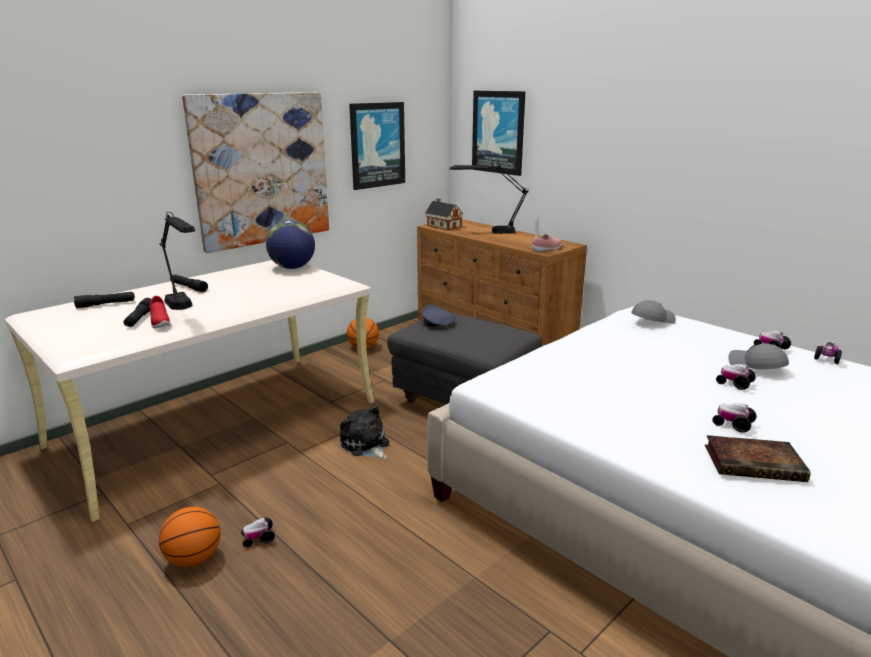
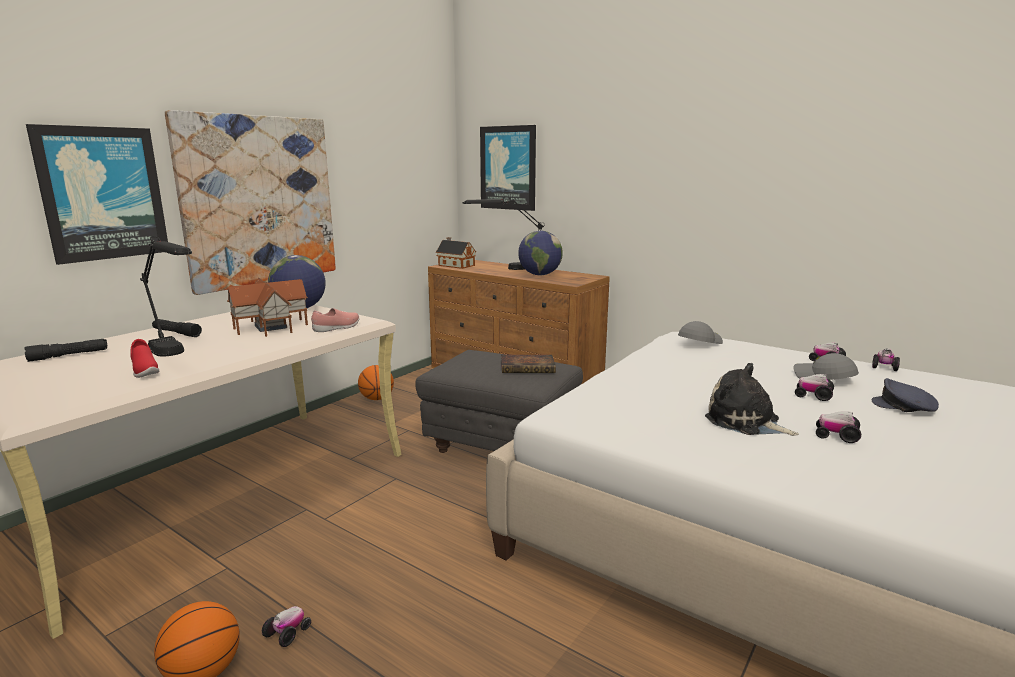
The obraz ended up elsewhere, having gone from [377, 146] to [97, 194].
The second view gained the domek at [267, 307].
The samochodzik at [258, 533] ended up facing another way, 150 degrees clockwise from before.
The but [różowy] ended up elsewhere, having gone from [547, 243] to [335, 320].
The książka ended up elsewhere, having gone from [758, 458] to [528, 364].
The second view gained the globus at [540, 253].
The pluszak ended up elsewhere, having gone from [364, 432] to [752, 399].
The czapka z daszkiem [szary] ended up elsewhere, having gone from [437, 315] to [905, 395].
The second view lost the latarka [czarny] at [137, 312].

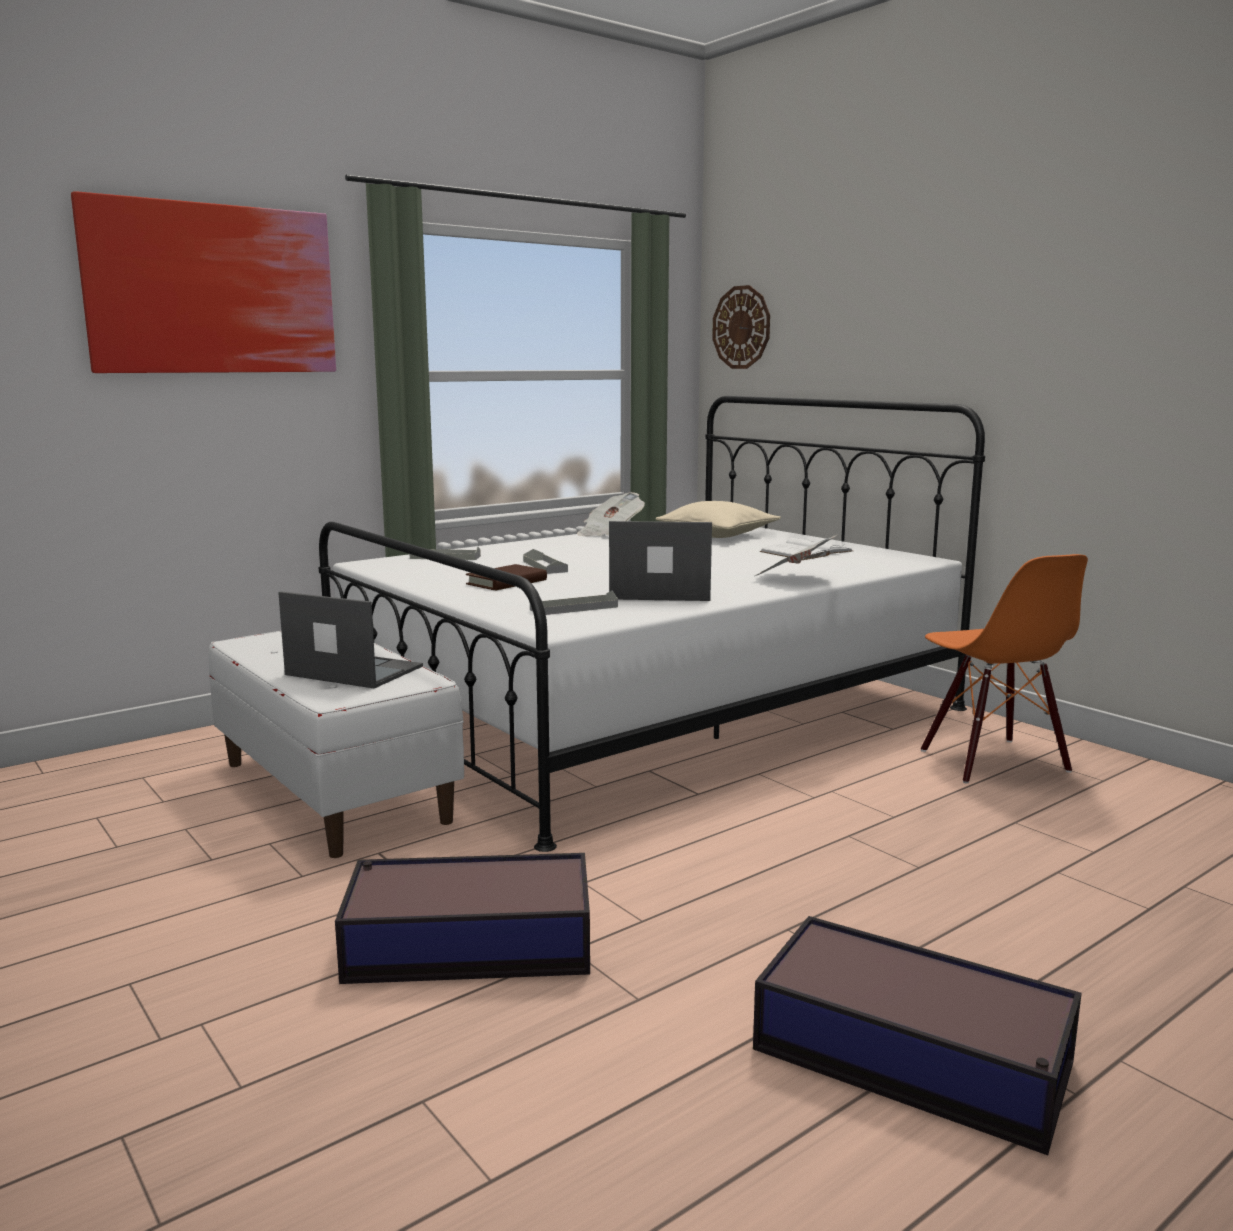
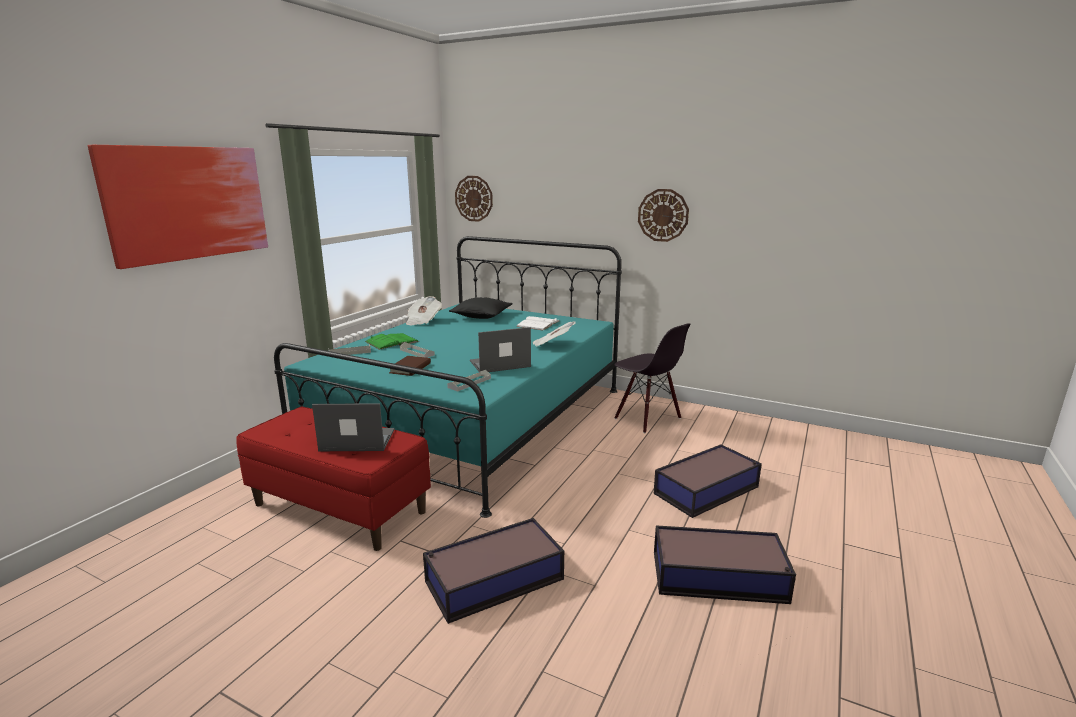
What was the ławka [biały] at [336, 744] turned into the ławka [czerwony] at [333, 479].
What was the łóżko [biały] at [652, 624] turned into the łóżko [turkusowy] at [448, 377].
The second view gained the książka [zielony] at [392, 341].
What was the poduszka [beżowy] at [718, 519] turned into the poduszka [czarny] at [481, 308].
What was the krzesło [pomarańczowy] at [1004, 669] turned into the krzesło [czarny] at [652, 378].
The second view gained the zegar ścienny at [663, 215].
The second view gained the pojemnik do przechowywania at [708, 481].

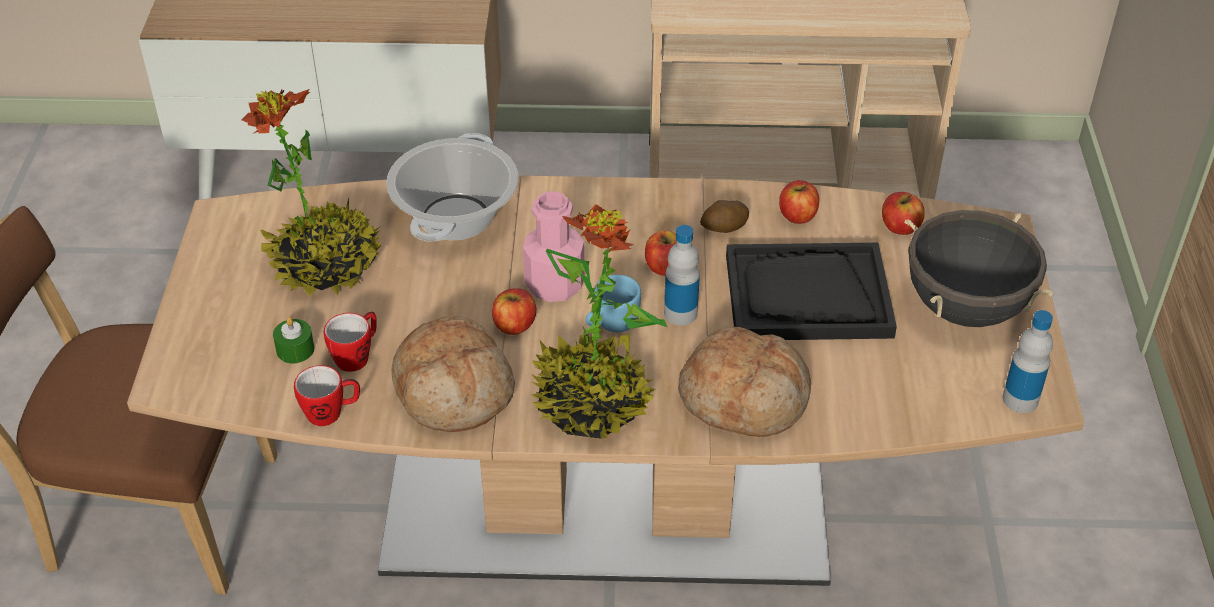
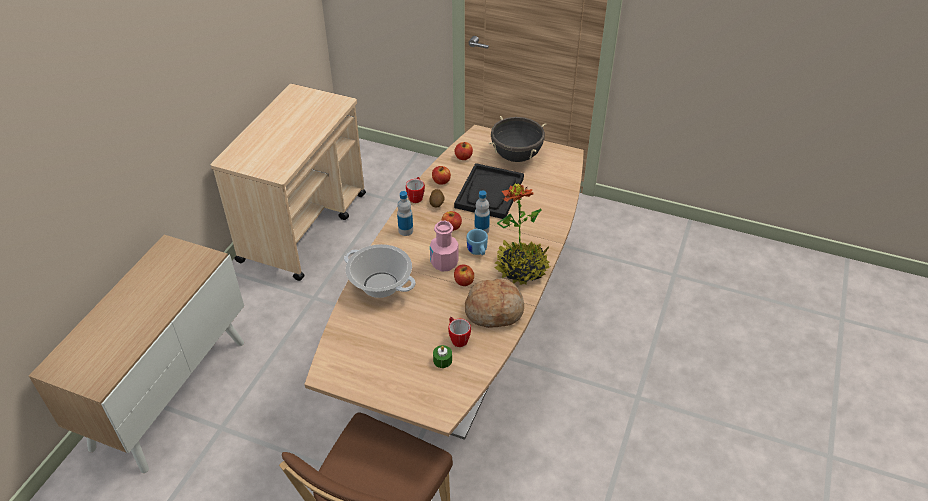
The butelka ended up elsewhere, having gone from [1027, 361] to [405, 213].
The kubek ended up elsewhere, having gone from [327, 395] to [415, 190].
The second view lost the roślina doniczkowa at [312, 192].
The second view lost the chleb at [744, 382].

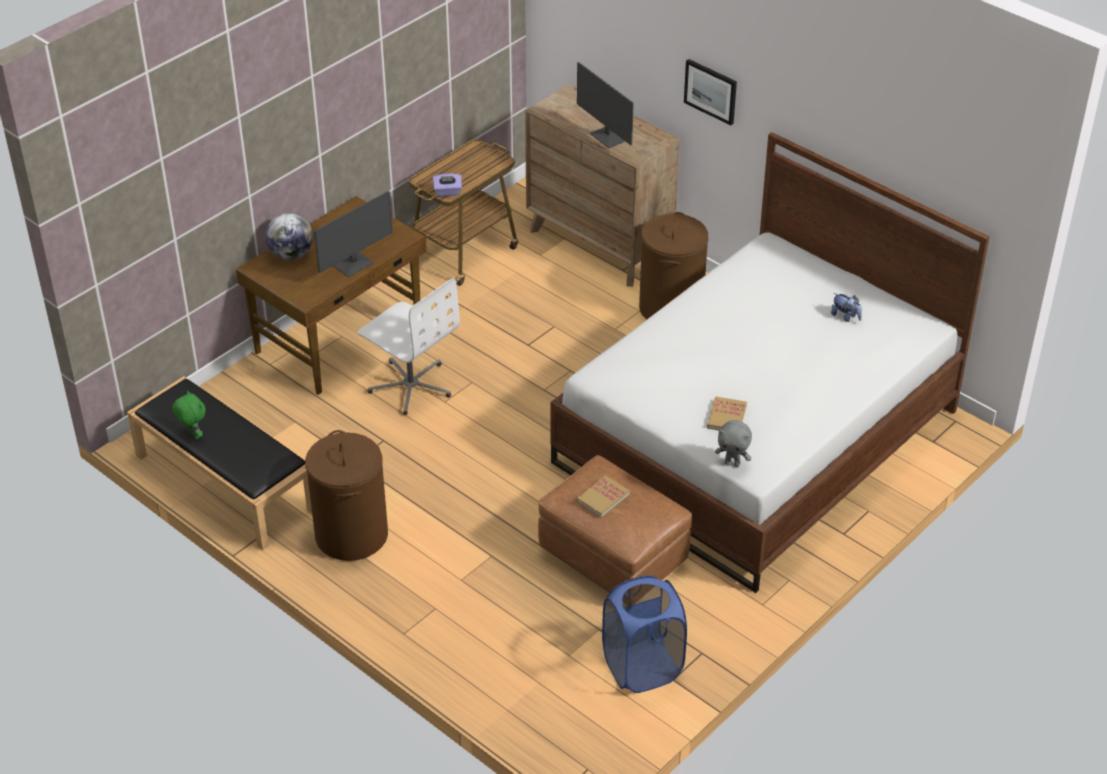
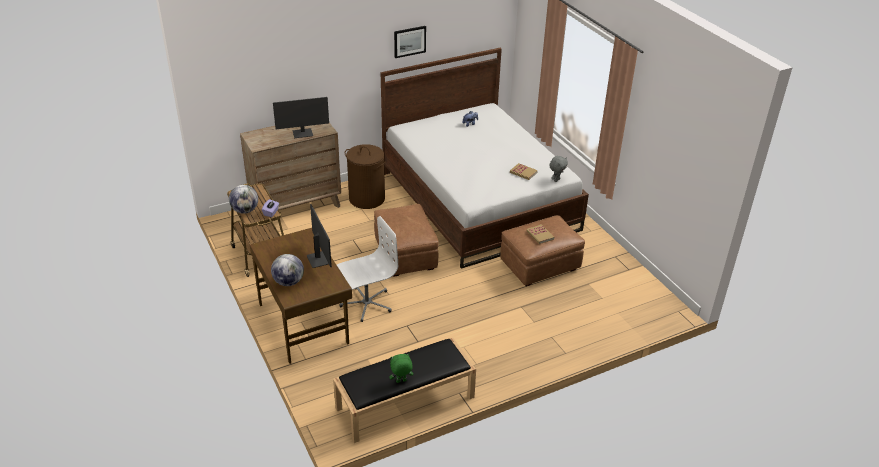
The second view gained the globus at [243, 199].
The second view gained the pufa [brązowy] at [406, 240].
The obraz ended up elsewhere, having gone from [710, 92] to [410, 42].
The second view lost the kosz na pranie [brązowy] at [346, 495].
The second view lost the kosz na pranie [niebieski] at [644, 634].

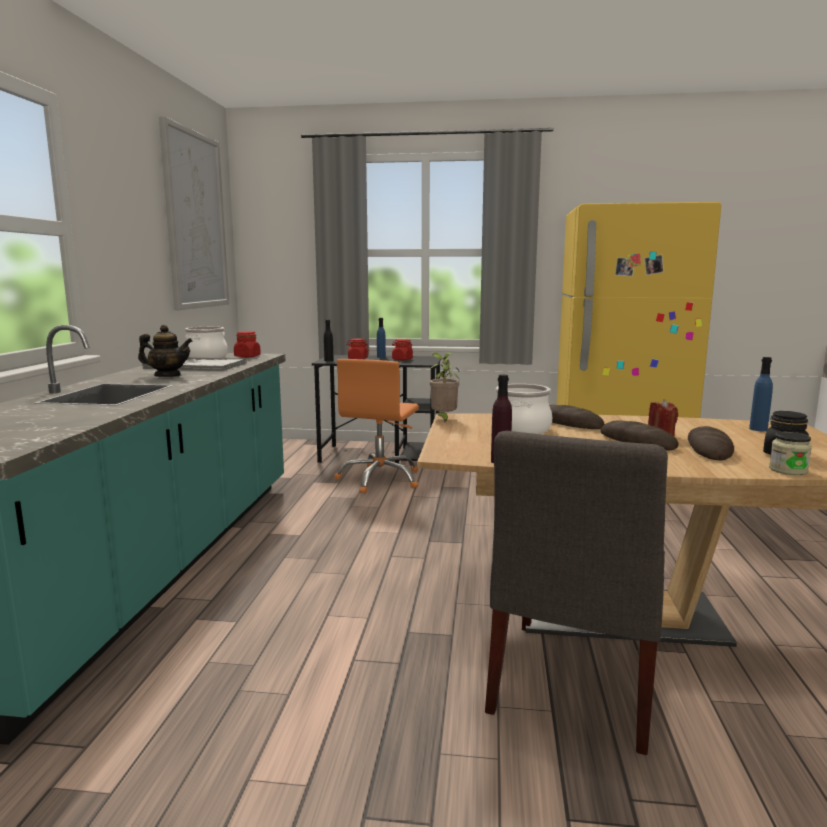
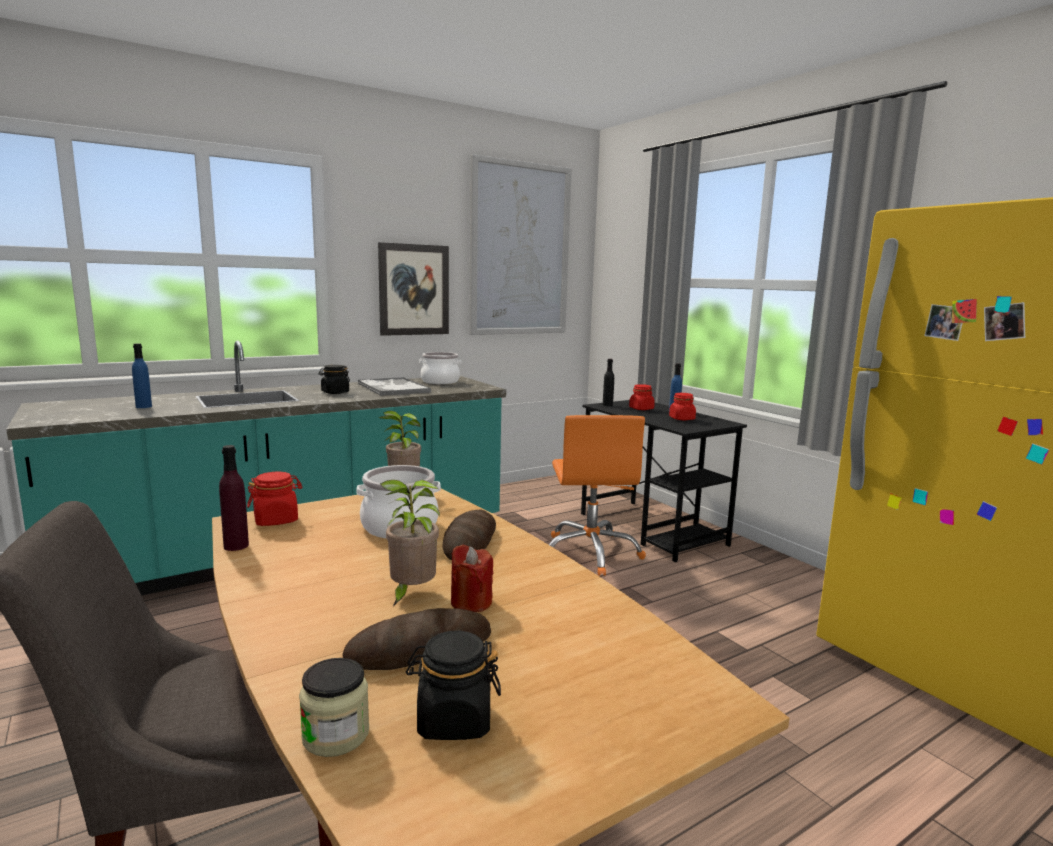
The butelka [niebieski] ended up elsewhere, having gone from [761, 394] to [142, 375].
The słoik [czerwony] ended up elsewhere, having gone from [247, 344] to [275, 499].
Where the imbryk stood at [165, 351], the słoik [czarny] came to stand at [334, 379].
The second view gained the obraz at [413, 289].
Where the chleb stood at [639, 435], the roślina doniczkowa came to stand at [410, 544].
The krzesło biurowe [pomarańczowy] at [376, 426] ended up facing another way, 75 degrees counterclockwise from before.

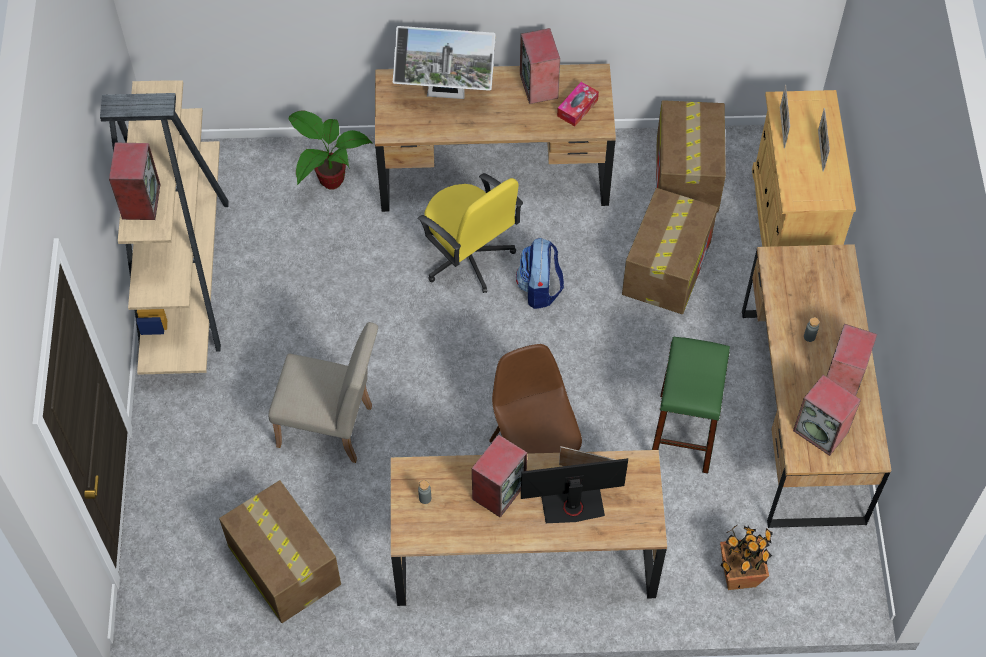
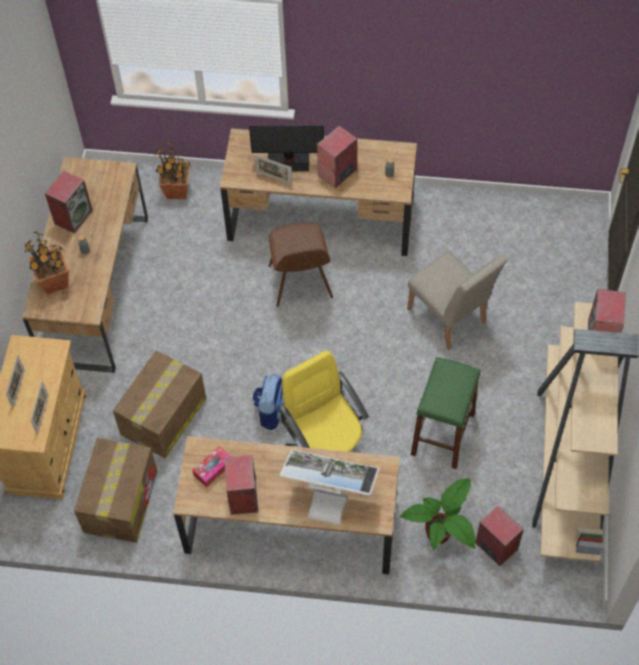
The second view gained the roślina doniczkowa at [47, 263].
The krzesło [beżowy] at [323, 392] ended up facing another way, 150 degrees counterclockwise from before.
The stołek [zielony] ended up elsewhere, having gone from [691, 405] to [445, 413].
The głośnik ended up elsewhere, having gone from [827, 415] to [499, 535].
The second view lost the karton at [280, 551].

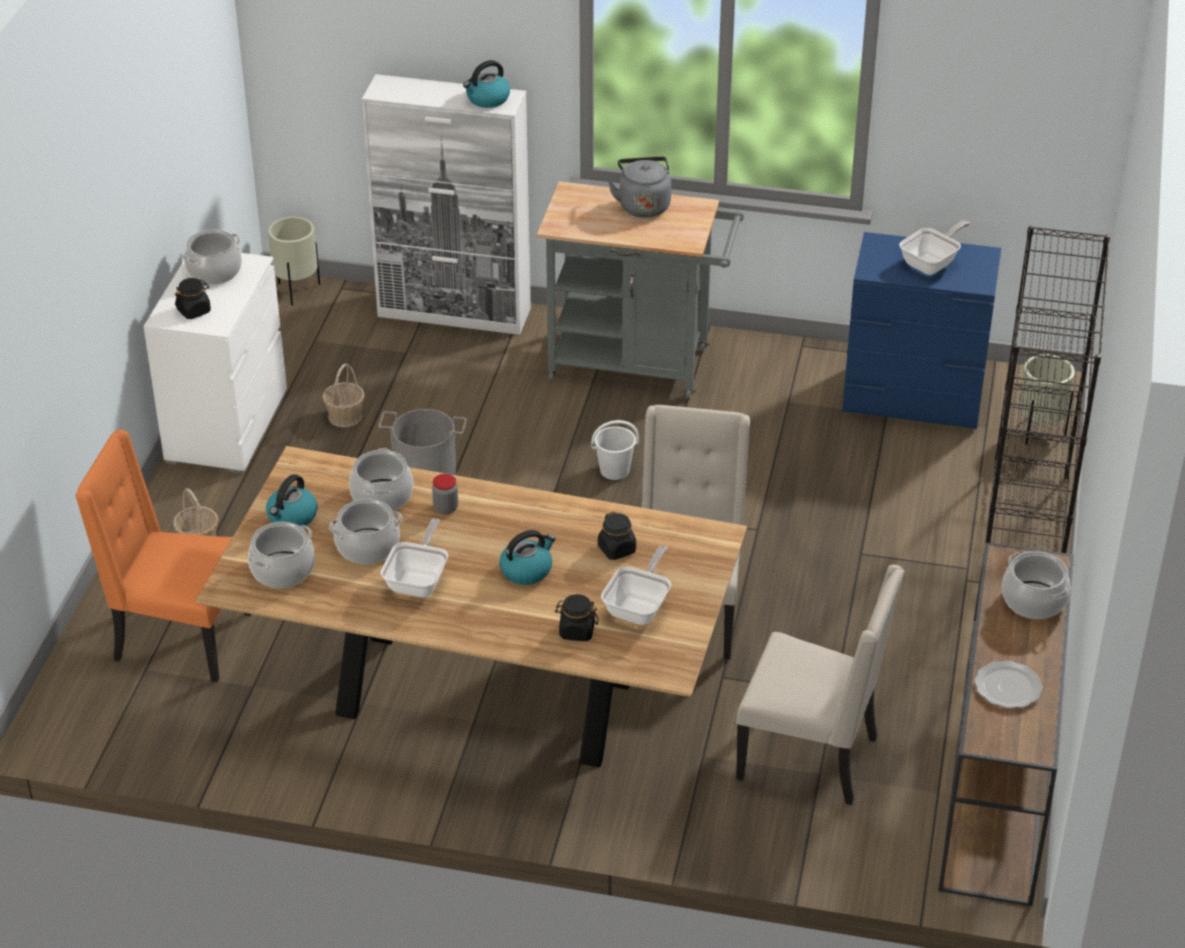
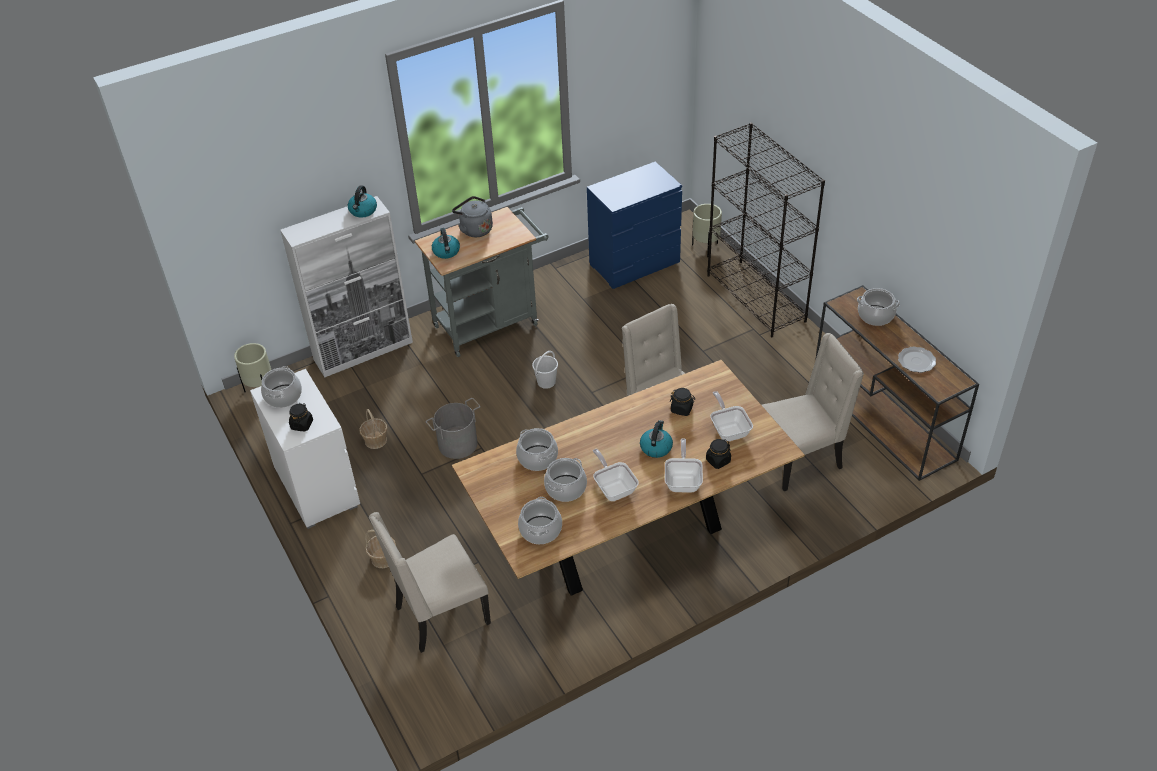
What was the krzesło [pomarańczowy] at [163, 556] turned into the krzesło [beżowy] at [430, 582].
The czajnik ended up elsewhere, having gone from [292, 500] to [446, 243].
The patelnia ended up elsewhere, having gone from [934, 248] to [684, 466].
The second view lost the słoik at [445, 494].

